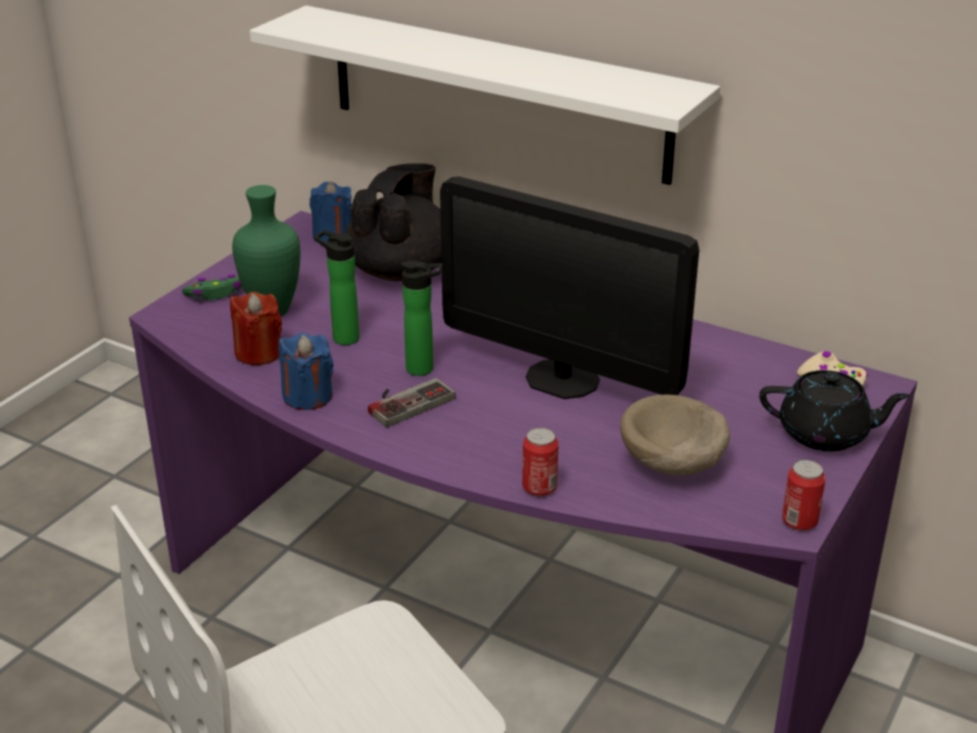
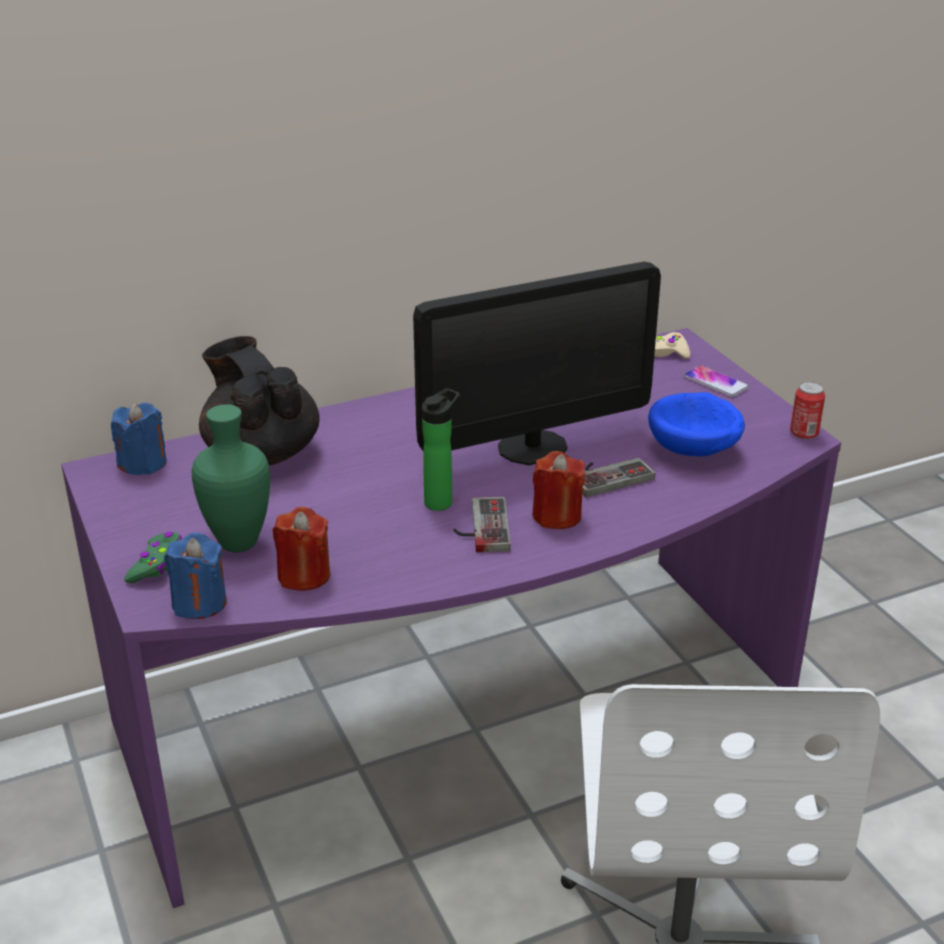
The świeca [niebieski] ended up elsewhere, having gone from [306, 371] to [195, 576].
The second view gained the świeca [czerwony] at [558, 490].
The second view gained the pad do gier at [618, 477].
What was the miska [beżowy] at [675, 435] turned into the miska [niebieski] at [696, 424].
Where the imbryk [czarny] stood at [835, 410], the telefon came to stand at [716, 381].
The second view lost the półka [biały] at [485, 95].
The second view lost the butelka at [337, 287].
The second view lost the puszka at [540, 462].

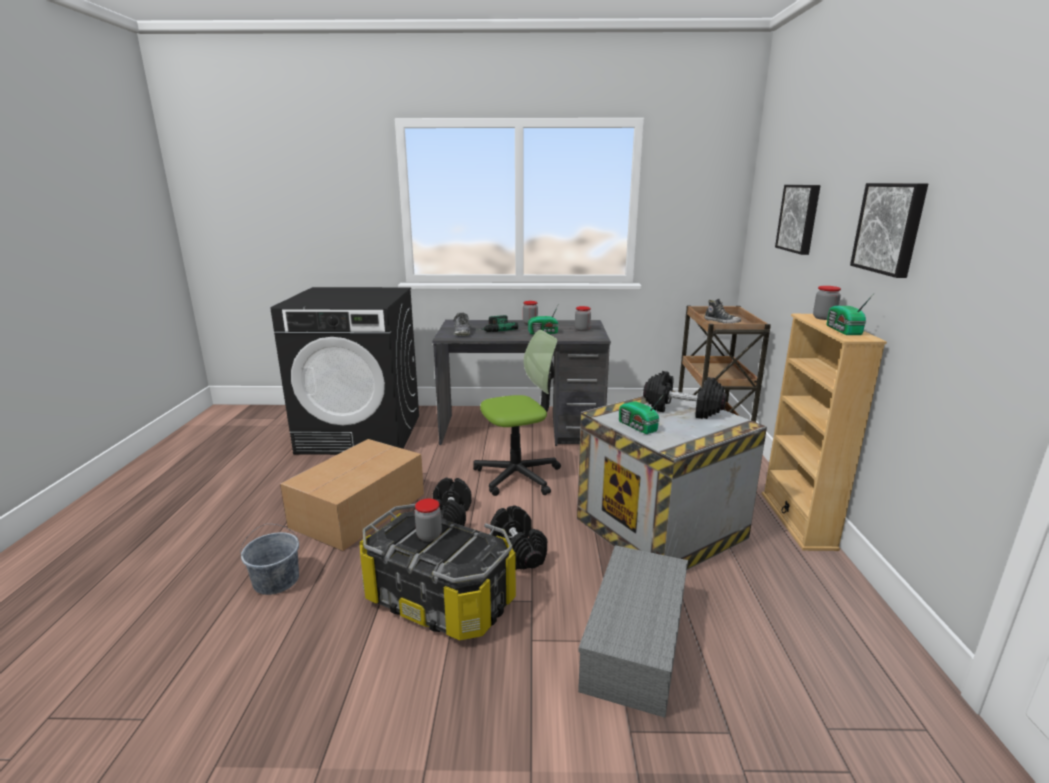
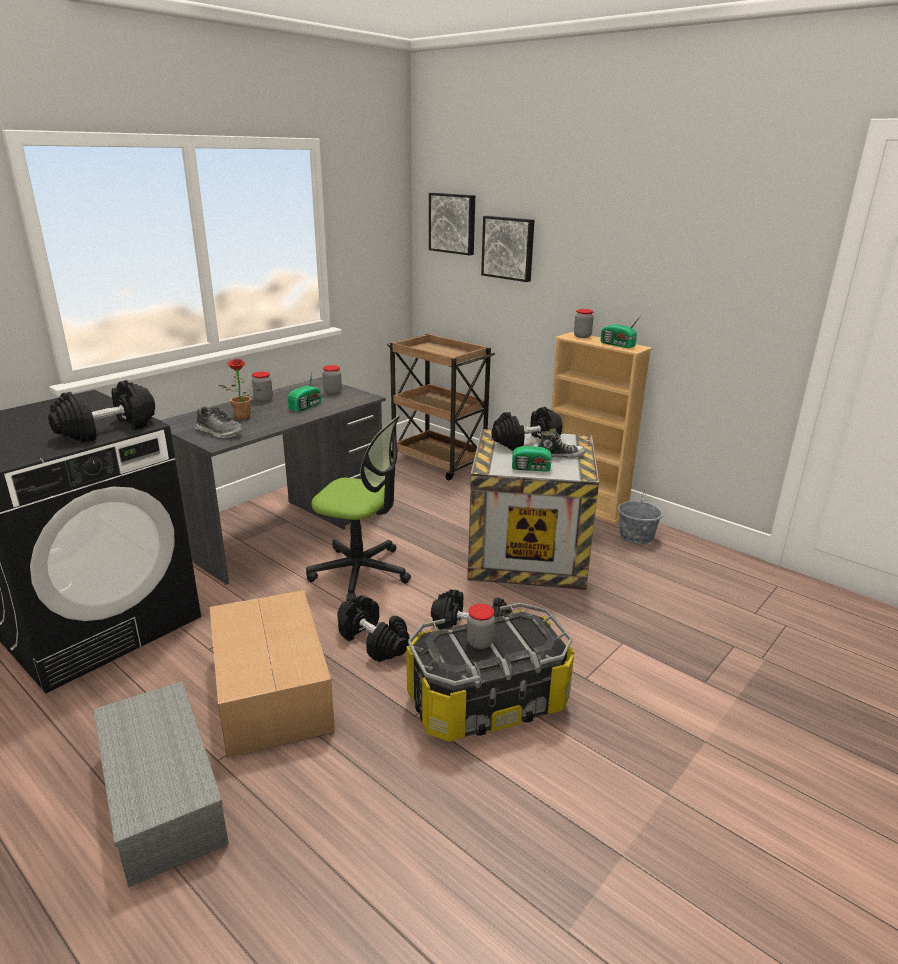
The second view gained the hantel [czarny] at [101, 411].
The pojemnik do przechowywania [szary] ended up elsewhere, having gone from [633, 631] to [161, 784].
Where the wiertarka stood at [496, 323], the roślina doniczkowa came to stand at [240, 389].
The krzesło biurowe at [517, 413] ended up facing another way, 90 degrees clockwise from before.
The obraz ended up elsewhere, having gone from [889, 230] to [452, 224].
The but ended up elsewhere, having gone from [723, 311] to [561, 443].
The wiadro [szary] ended up elsewhere, having gone from [269, 559] to [640, 516].

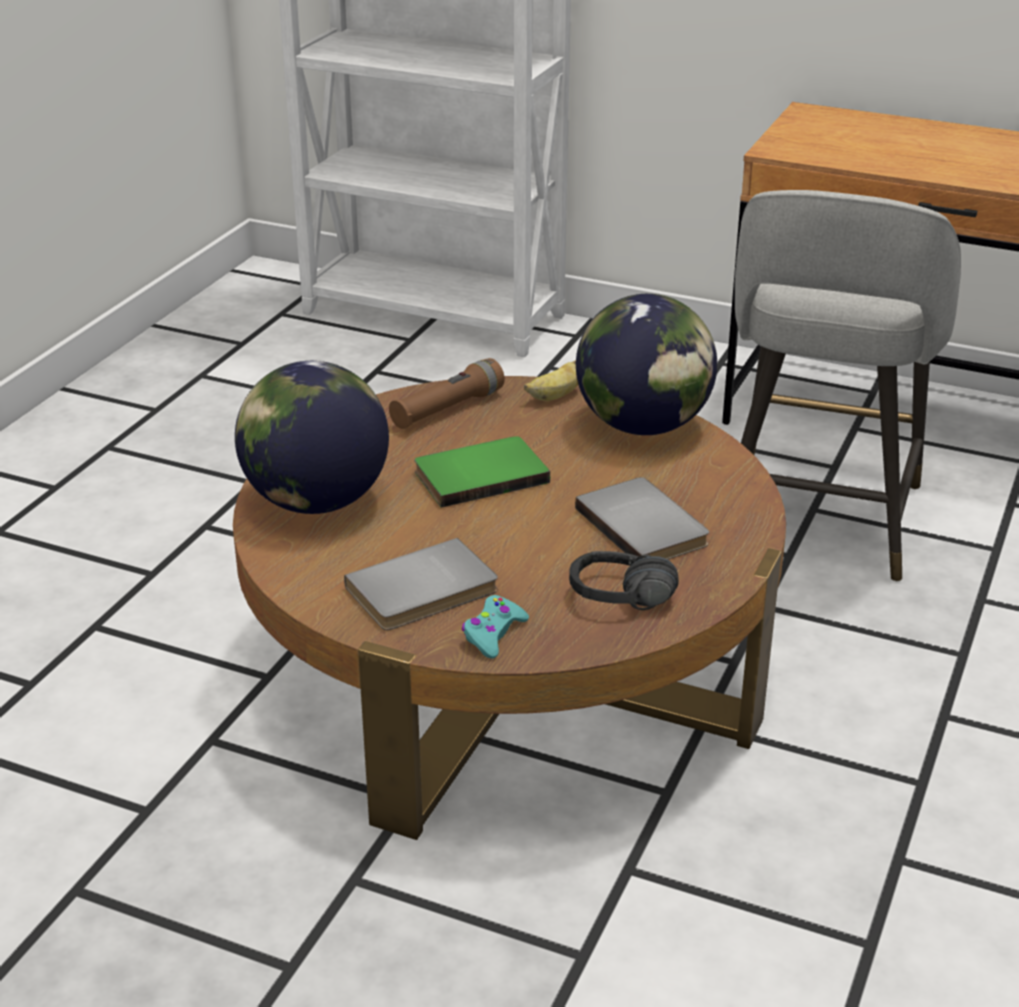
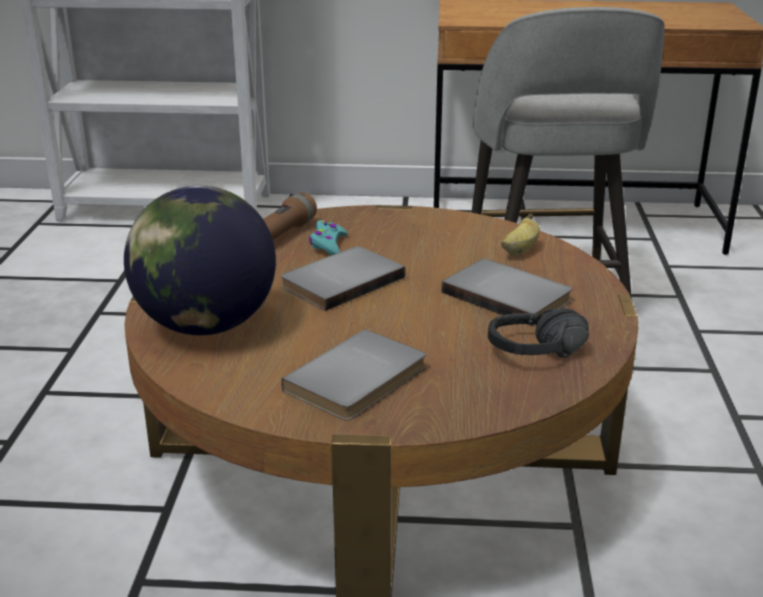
What was the książka [zielony] at [482, 472] turned into the książka [szary] at [343, 278].
The pad do gier [turkusowy] ended up elsewhere, having gone from [495, 627] to [328, 237].
The banan ended up elsewhere, having gone from [551, 380] to [520, 234].
The second view lost the globus at [646, 364].

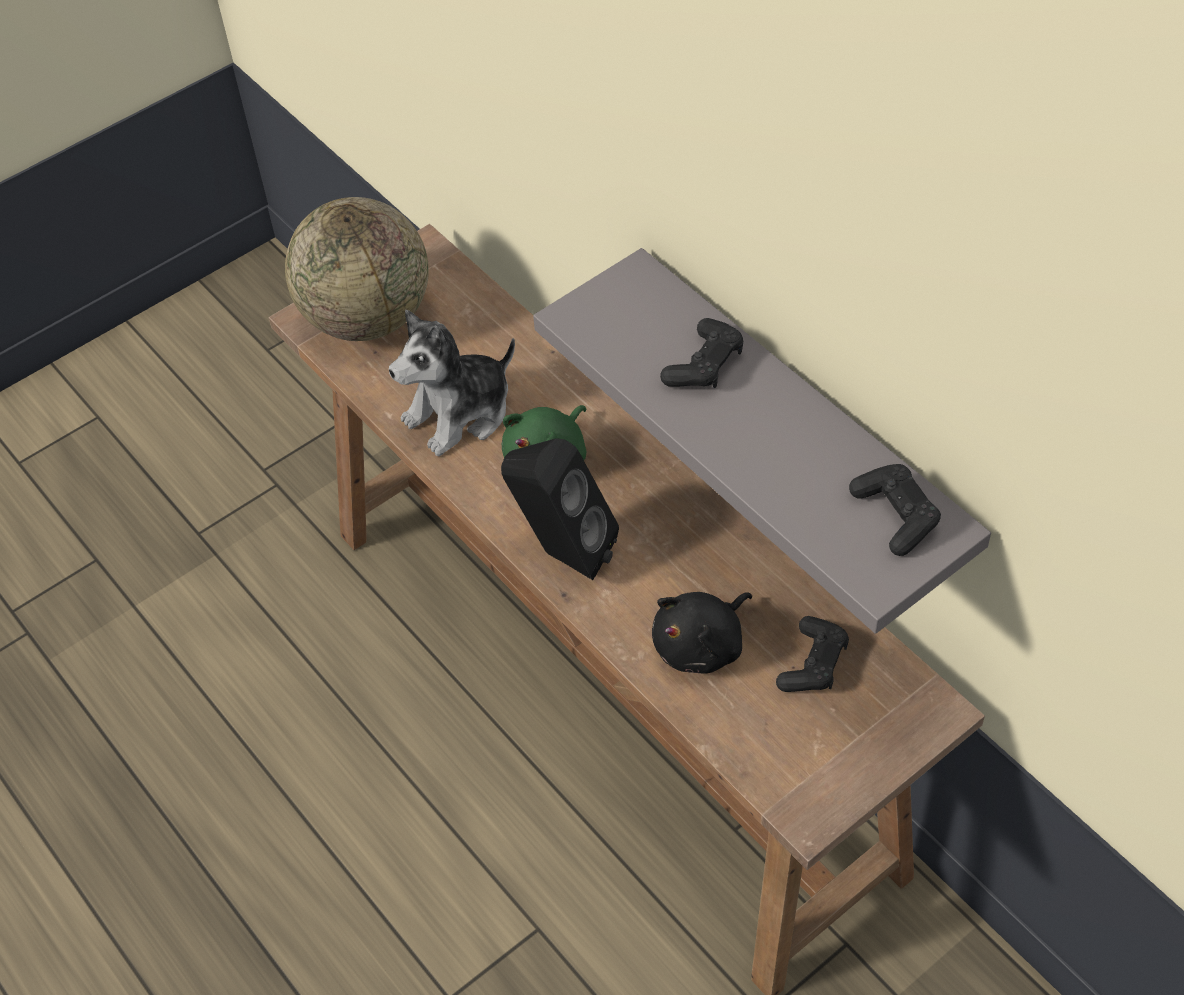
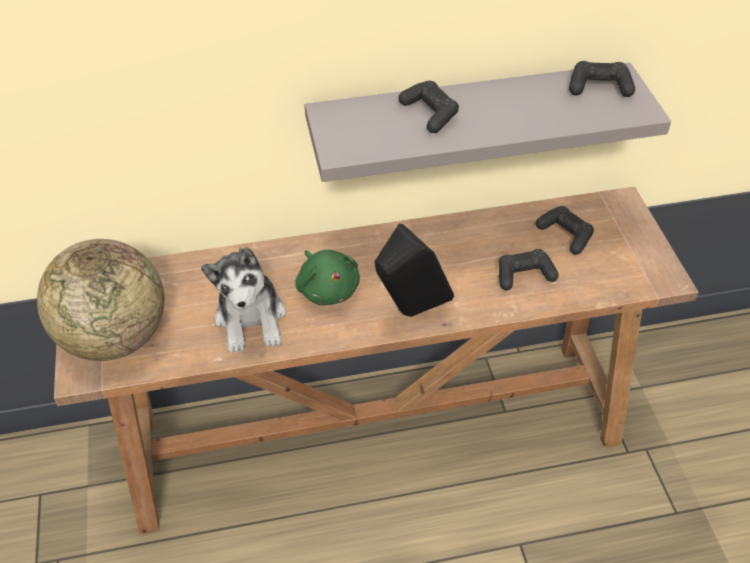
Where the pluszak [czarny] stood at [702, 633], the pad do gier [czarny] came to stand at [529, 269].

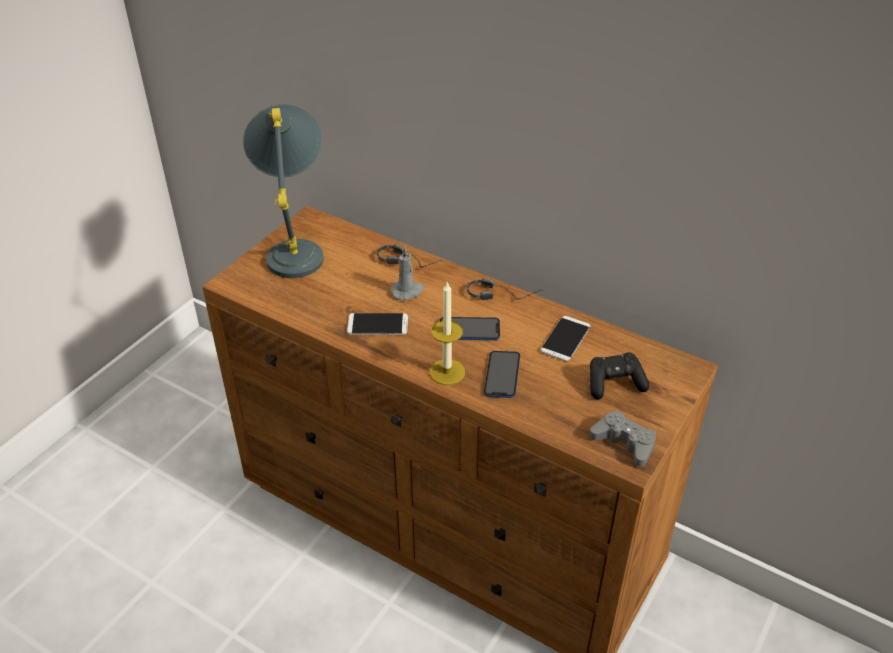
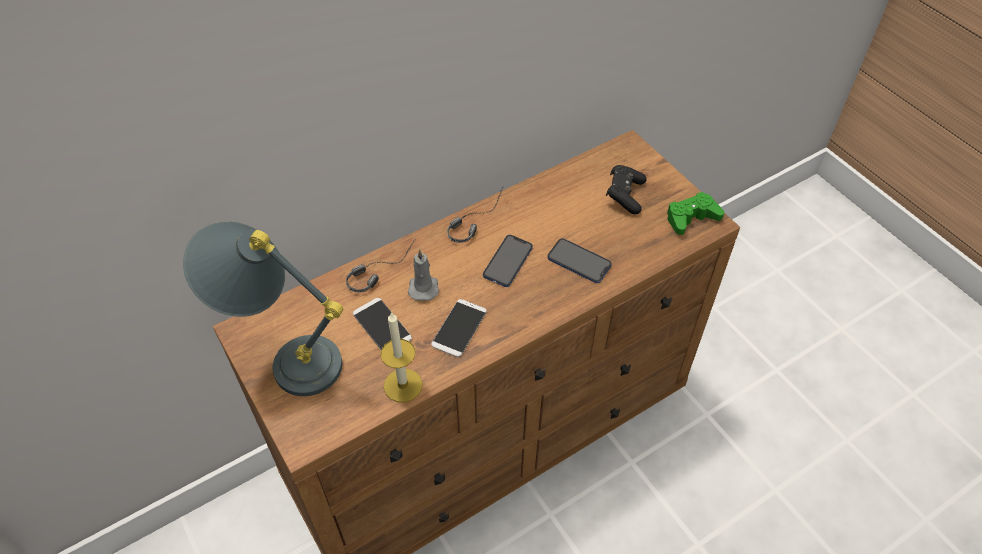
The telefon ended up elsewhere, having gone from [565, 338] to [382, 324].
The świeca ended up elsewhere, having gone from [447, 333] to [401, 357].
What was the pad do gier [szary] at [622, 439] turned into the pad do gier [zielony] at [695, 213].

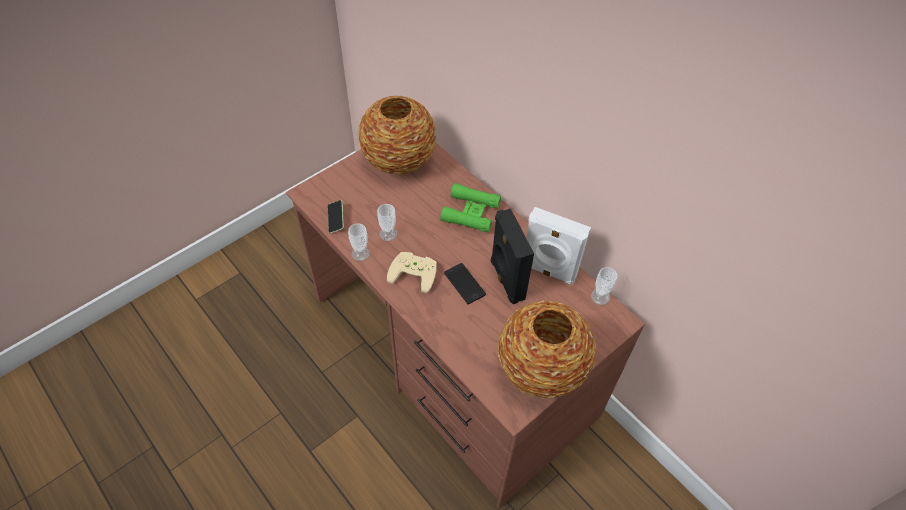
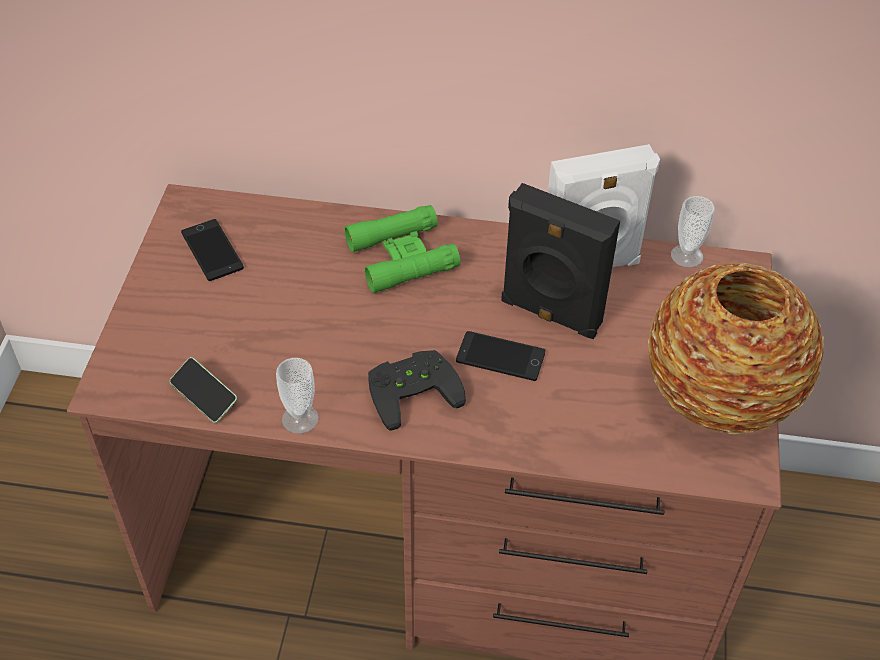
Where the wazon stood at [397, 135], the telefon came to stand at [212, 250].
What was the pad do gier [beżowy] at [412, 272] turned into the pad do gier [czarny] at [417, 390].
The second view lost the filiżanka at [387, 222].

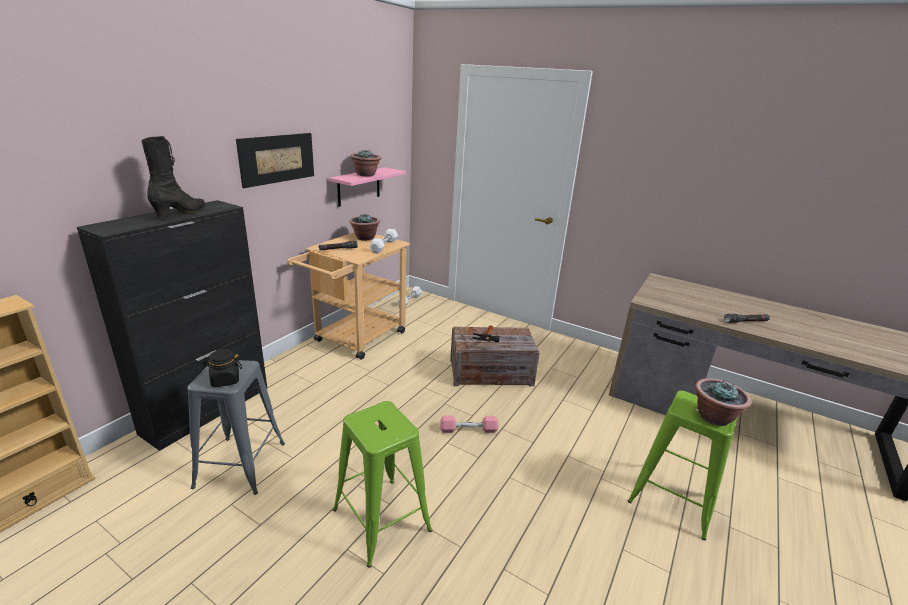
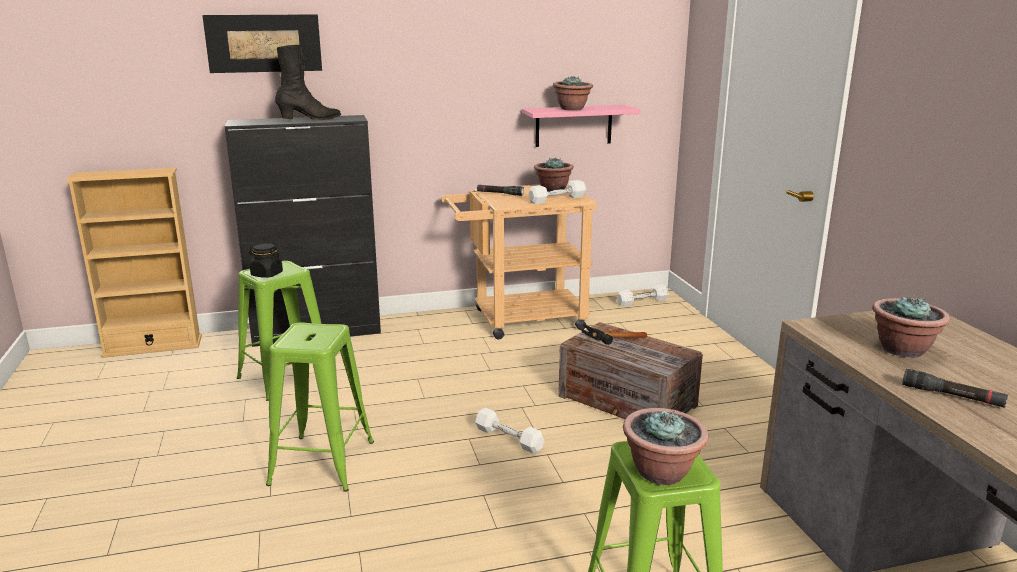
The obraz ended up elsewhere, having gone from [275, 160] to [262, 43].
What was the stołek [szary] at [236, 427] turned into the stołek [zielony] at [279, 331].
What was the hantel [różowy] at [469, 424] turned into the hantel [biały] at [510, 431].
The second view gained the roślina doniczkowa at [911, 326].

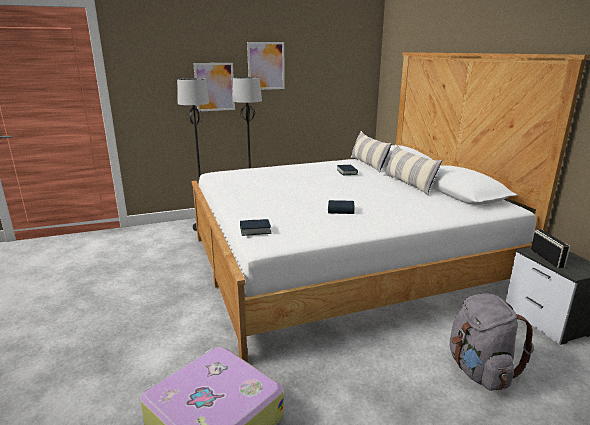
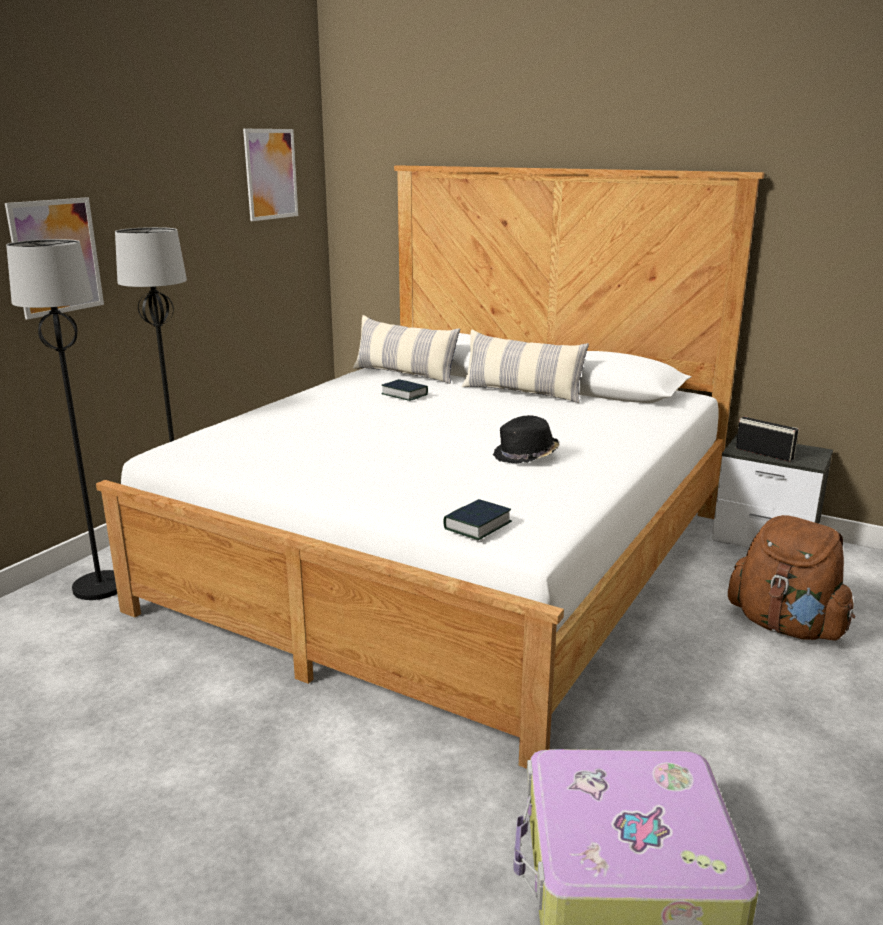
The obraz ended up elsewhere, having gone from [266, 66] to [270, 175].
Where the książka stood at [341, 207], the kapelusz [czarny] came to stand at [526, 439].
What was the plecak [szary] at [492, 342] turned into the plecak [brązowy] at [791, 577].

